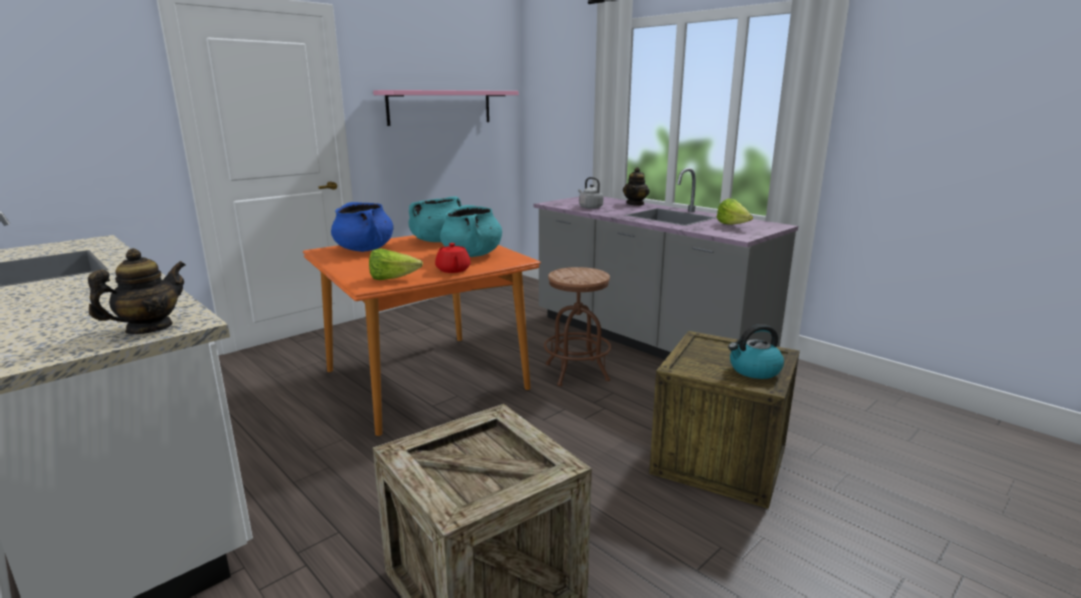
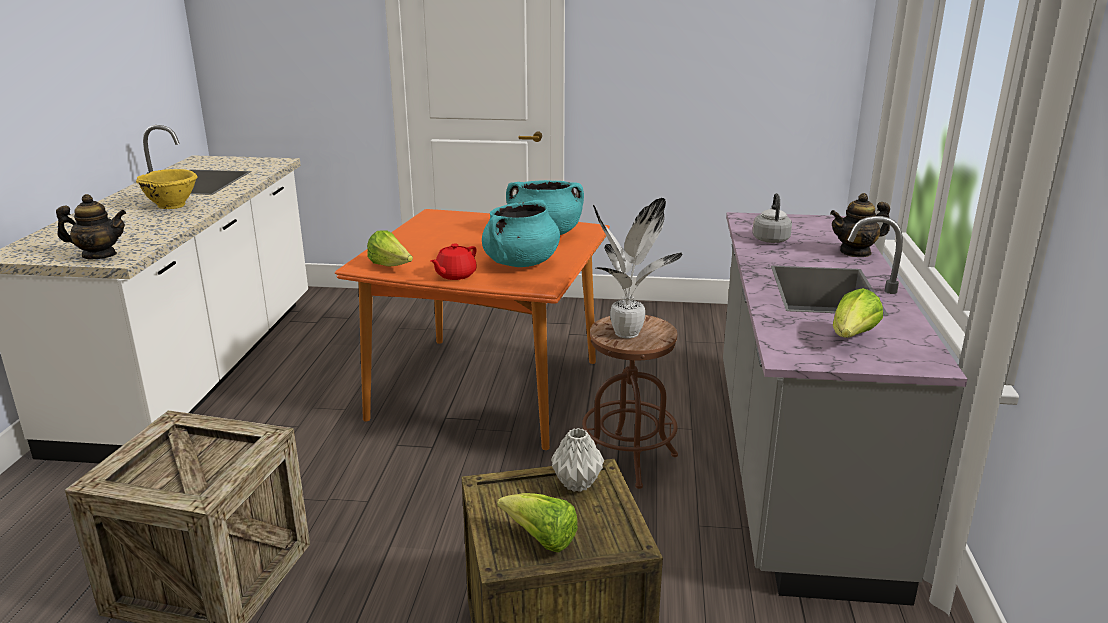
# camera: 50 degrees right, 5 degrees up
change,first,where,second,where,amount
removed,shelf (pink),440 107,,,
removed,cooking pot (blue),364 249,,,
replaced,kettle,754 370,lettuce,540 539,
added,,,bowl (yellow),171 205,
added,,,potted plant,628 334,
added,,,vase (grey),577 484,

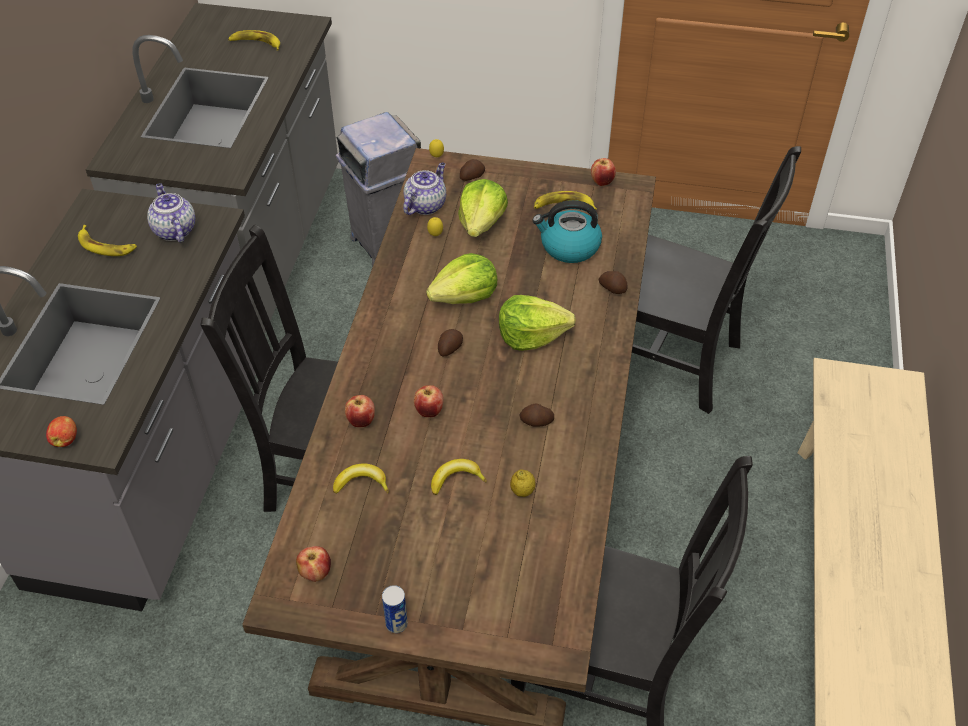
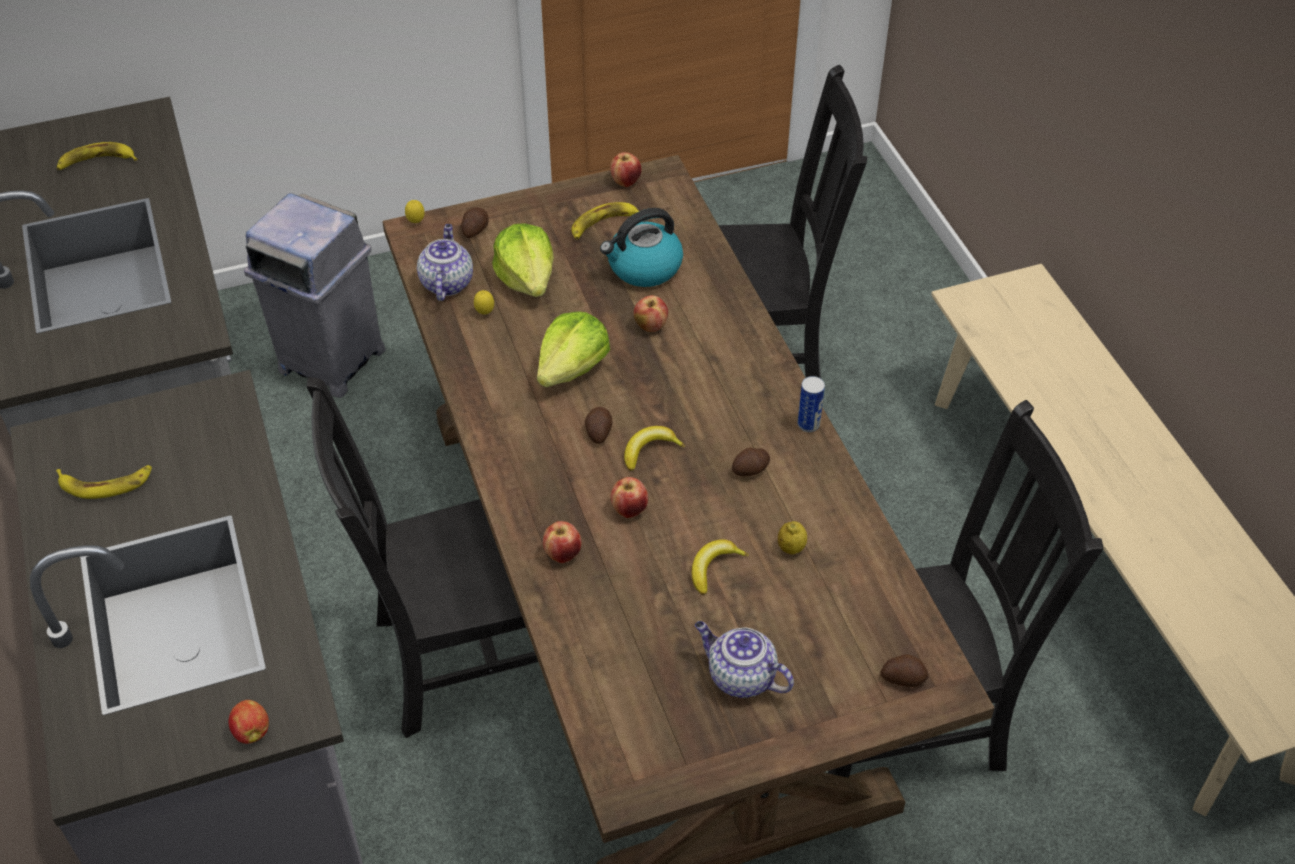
# camera: 30 degrees left, 0 degrees up
change,first,where,second,where,amount
moved,teapot,174 230,,739 677,
moved,potato,613 288,,903 677,
removed,lettuce,531 335,,,
moved,banana,361 483,,649 450,
moved,apple,315 573,,650 326,
moved,can,396 624,,808 424,

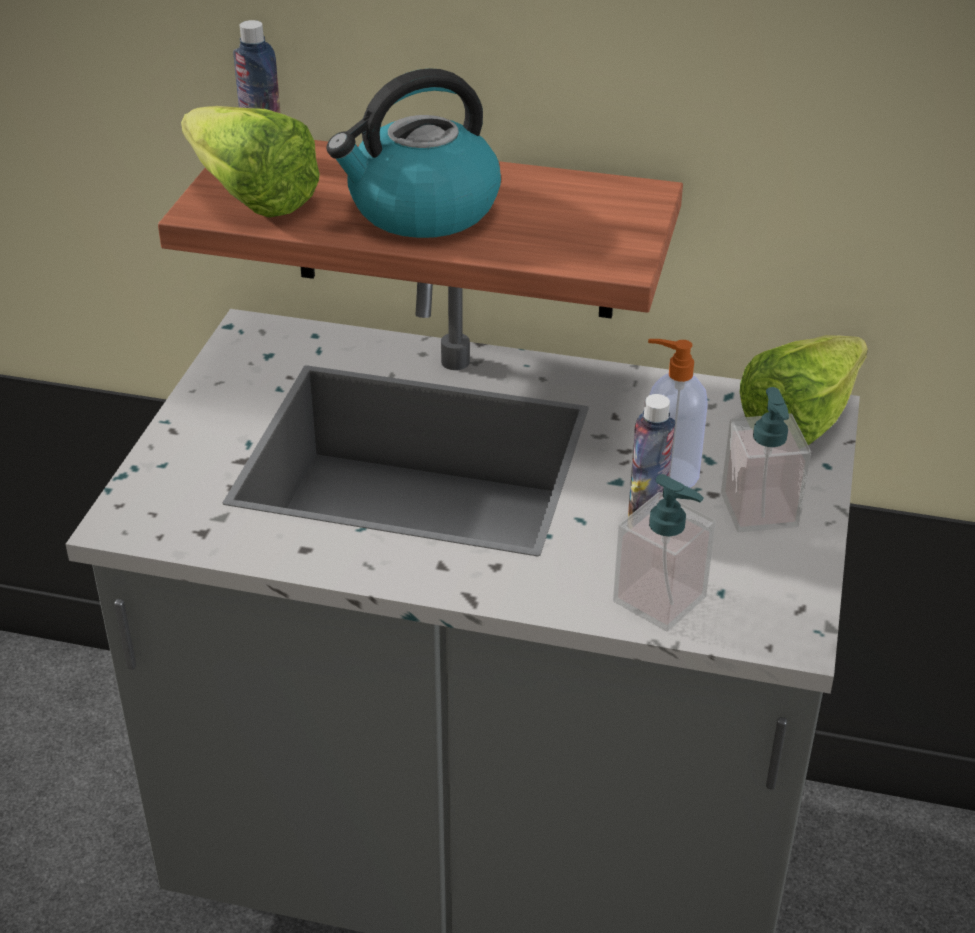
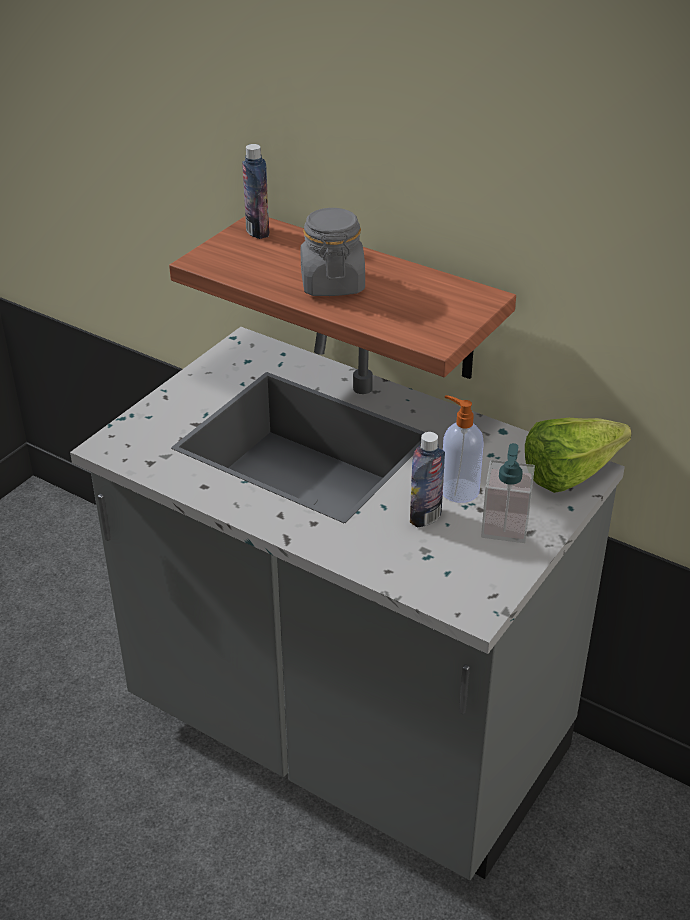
# camera: 20 degrees right, 0 degrees up
change,first,where,second,where,amount
replaced,kettle,421 210,jar (grey),332 283,
removed,lettuce,246 193,,,
removed,soap dispenser,660 599,,,

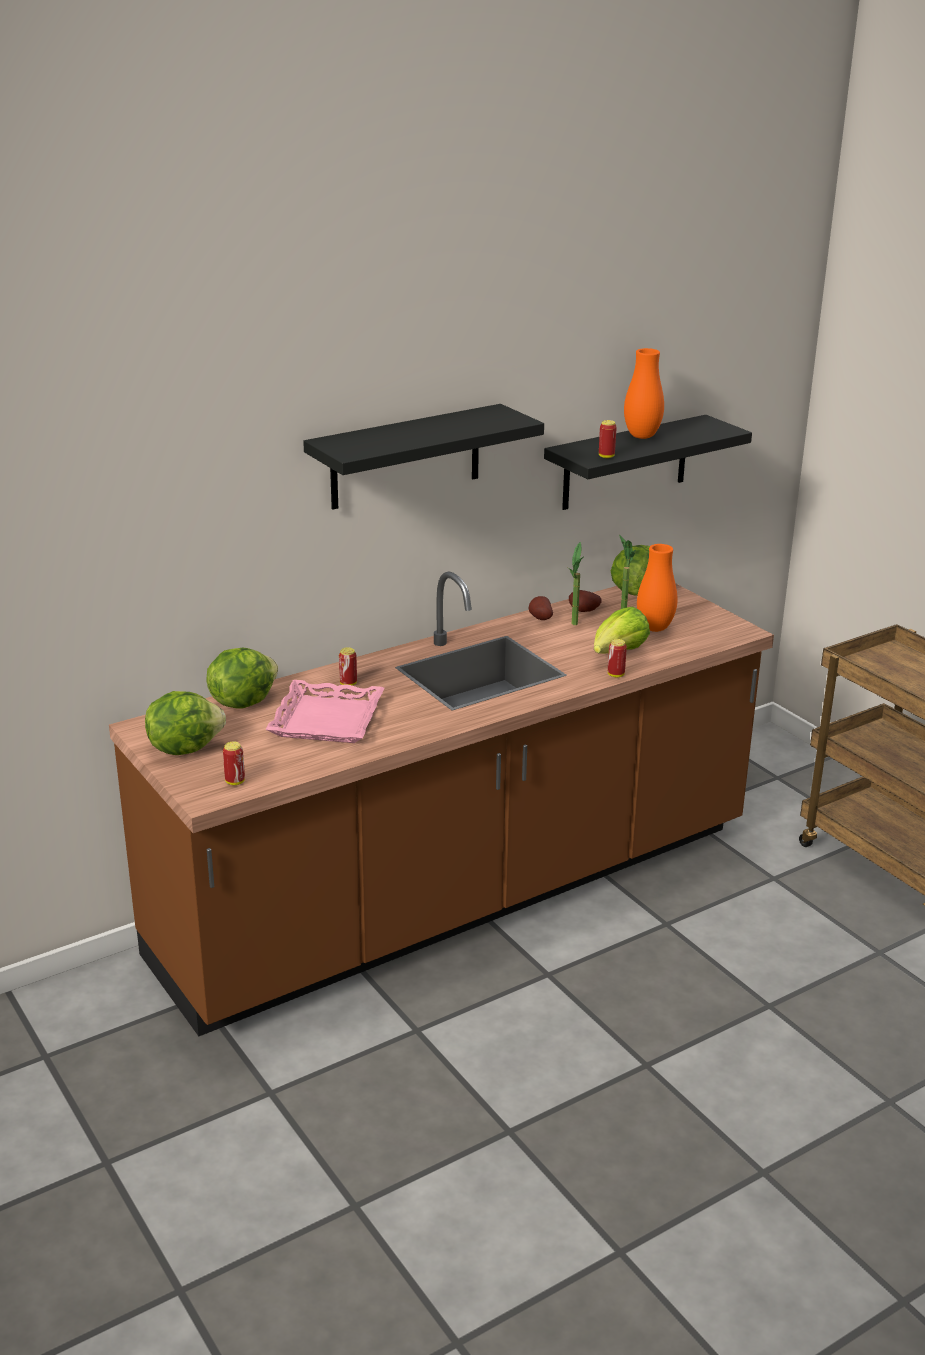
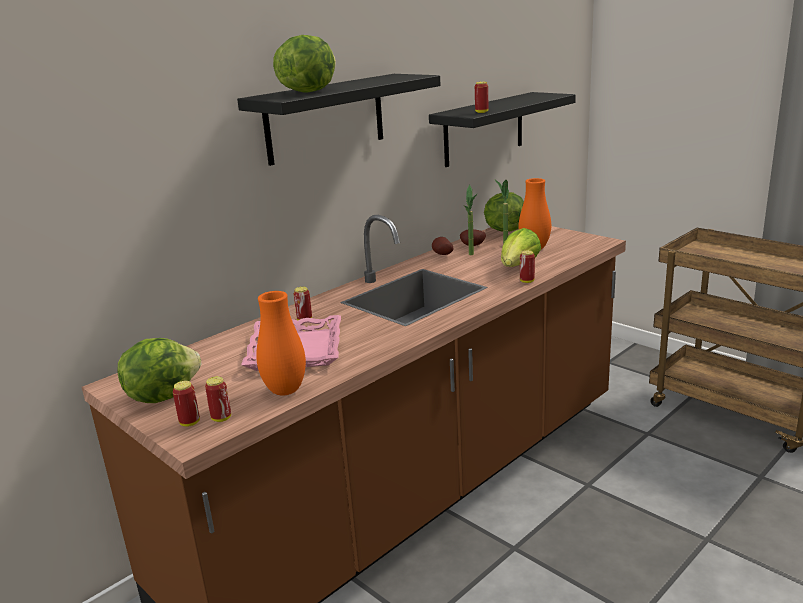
# camera: 10 degrees left, 5 degrees down
change,first,where,second,where,amount
moved,vase (orange),642 436,,285 391,
moved,lettuce,242 701,,307 91,
added,,,can,190 423,

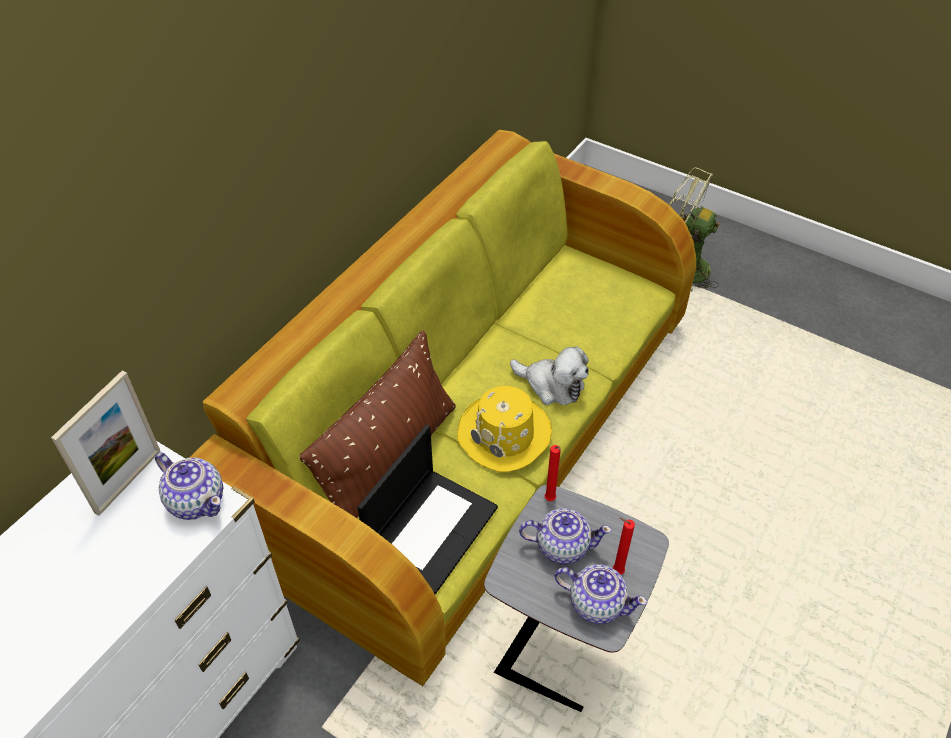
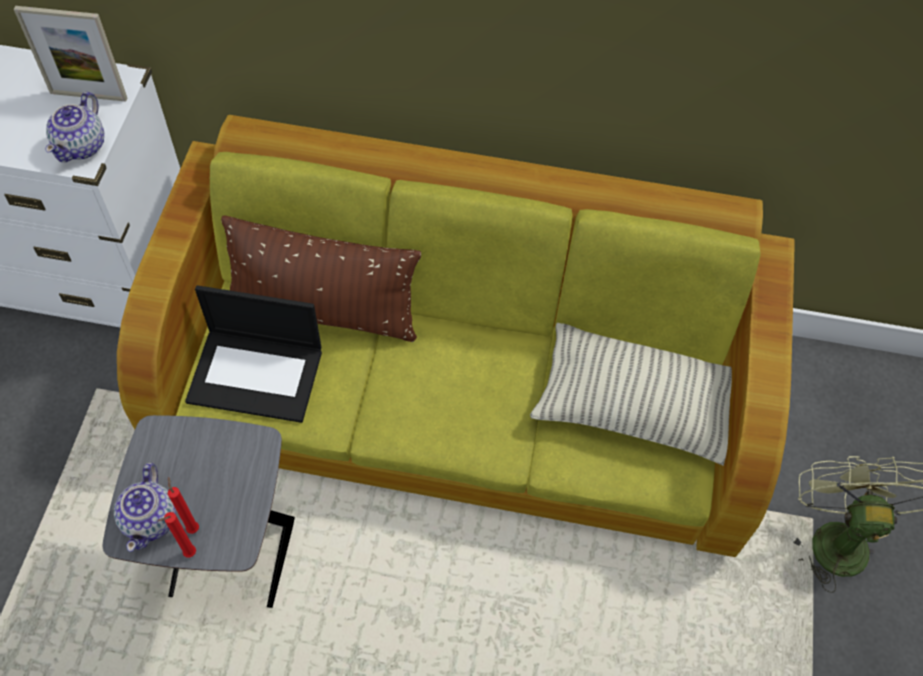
# camera: 65 degrees right, 10 degrees up
change,first,where,second,where,amount
removed,plush toy,552 385,,,
removed,hat (yellow),505 434,,,
moved,candle (red),550 500,,188 554,
removed,teapot,562 546,,,
added,,,pillow,639 407,

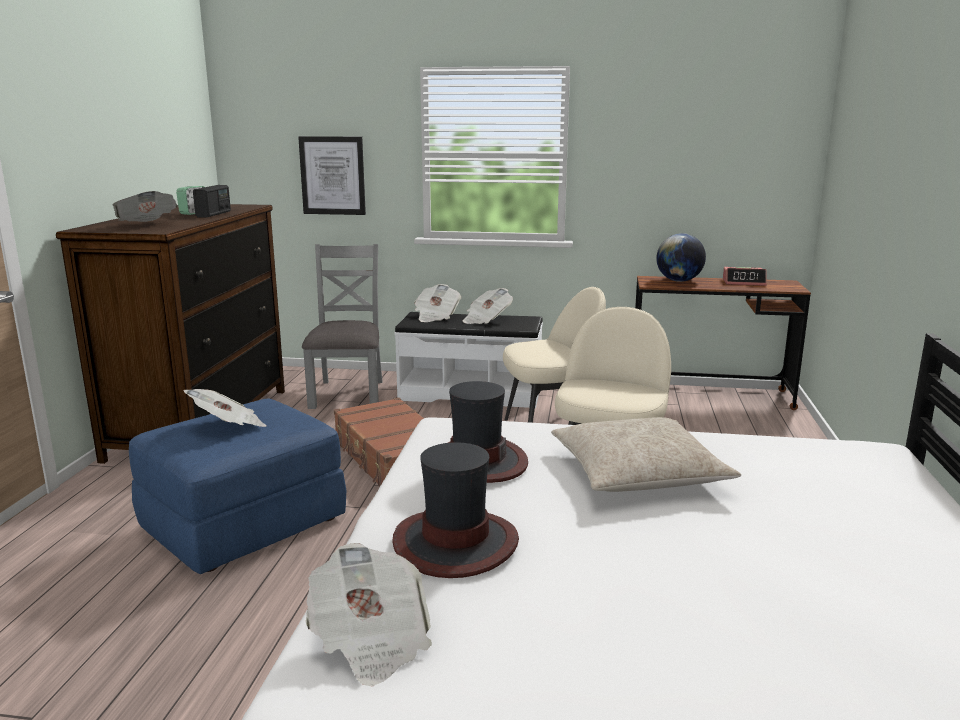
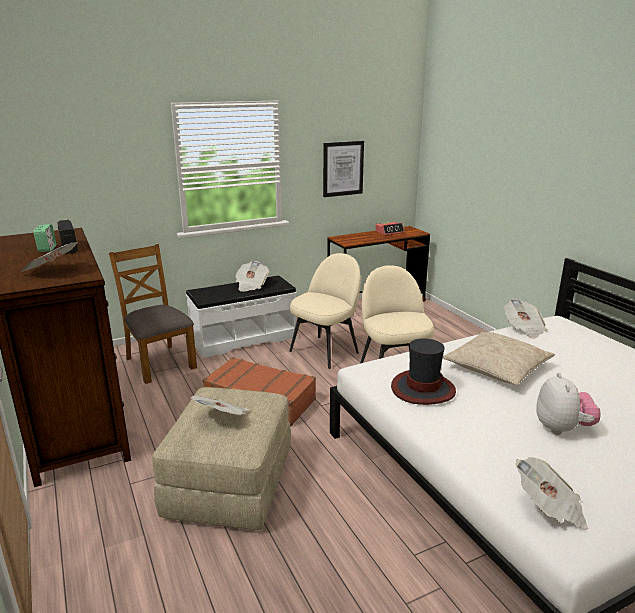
# camera: 35 degrees left, 5 degrees up
change,first,where,second,where,amount
moved,picture,332 175,,343 168,
removed,globe,679 281,,,
recoloured,chair (grey),348 394,chair (brown),159 363,
moved,newspaper,436 316,,524 329,
recoloured,ottoman (blue),243 525,ottoman (beige),230 485,
removed,hat,455 543,,,
added,,,plush toy,562 428,

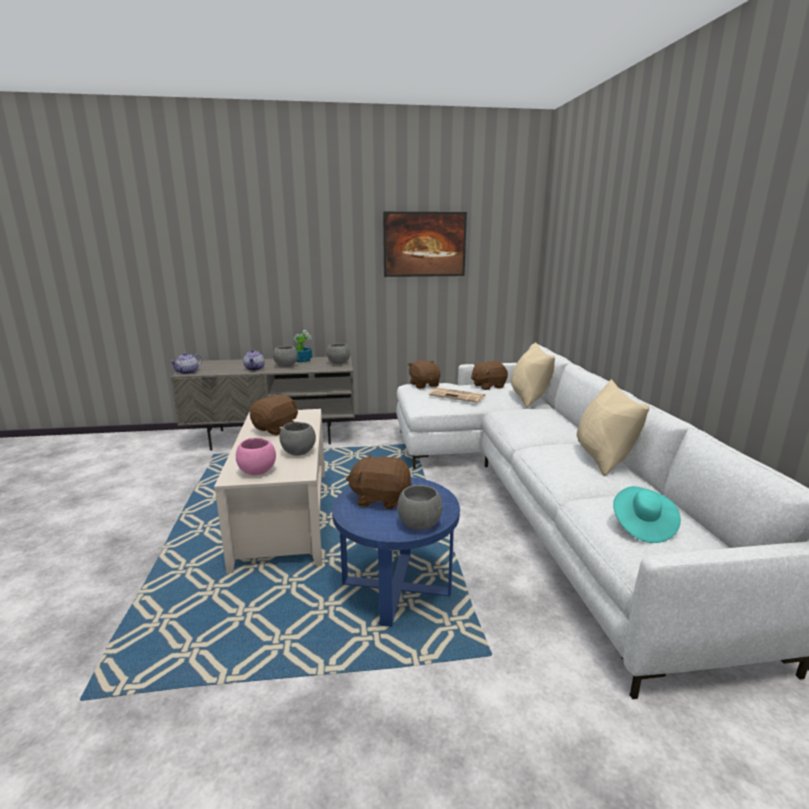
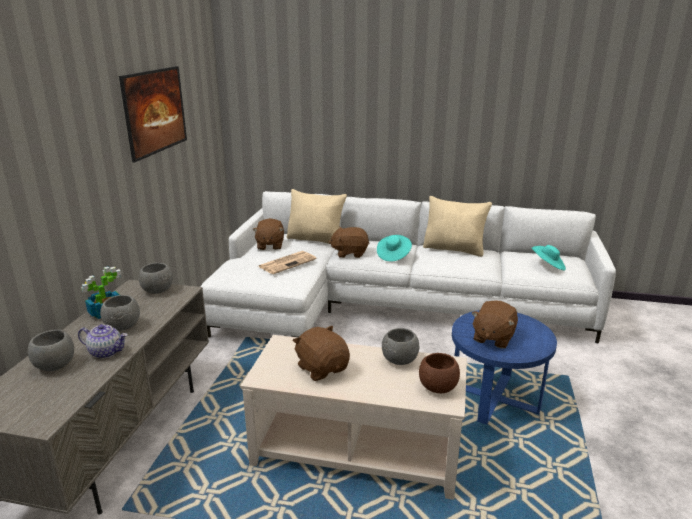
# camera: 70 degrees left, 5 degrees up
change,first,where,second,where,amount
removed,teapot,188 372,,,
moved,plush toy (brown),424 385,,349 253,
recoloured,bowl (pink),257 471,bowl (brown),438 388,
moved,bowl (grey),419 524,,54 365,
added,,,hat (turquoise),393 255,

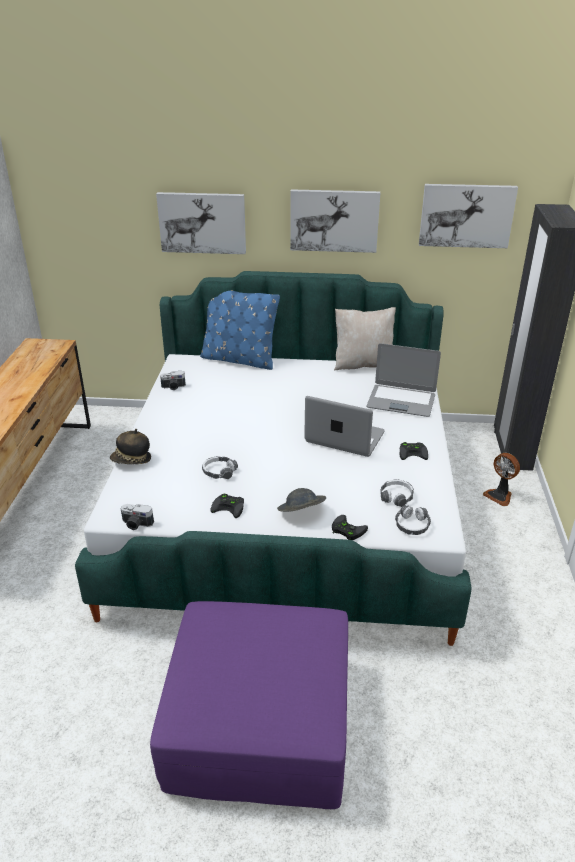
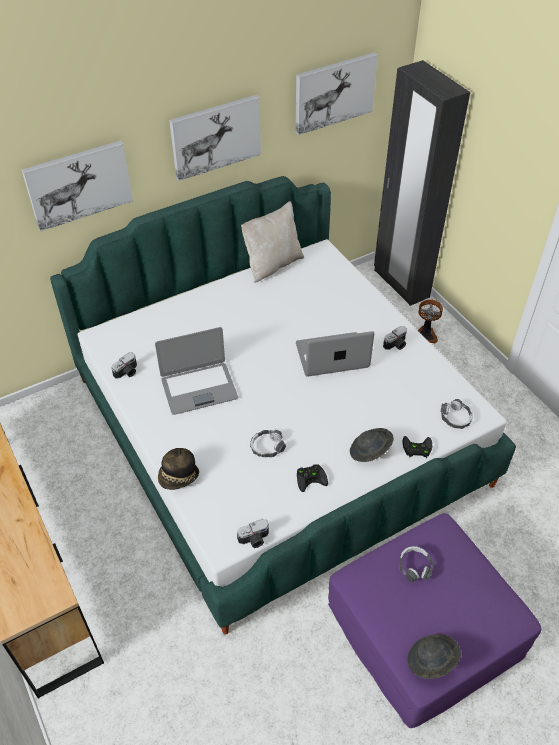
# camera: 35 degrees left, 15 degrees up
change,first,where,second,where,amount
removed,pillow (blue),239 359,,,
moved,laptop,401 401,,199 388,
replaced,game controller (black),413 452,photo camera,396 345,
moved,headphones,396 496,,415 566,
added,,,hat (grey),431 661,

